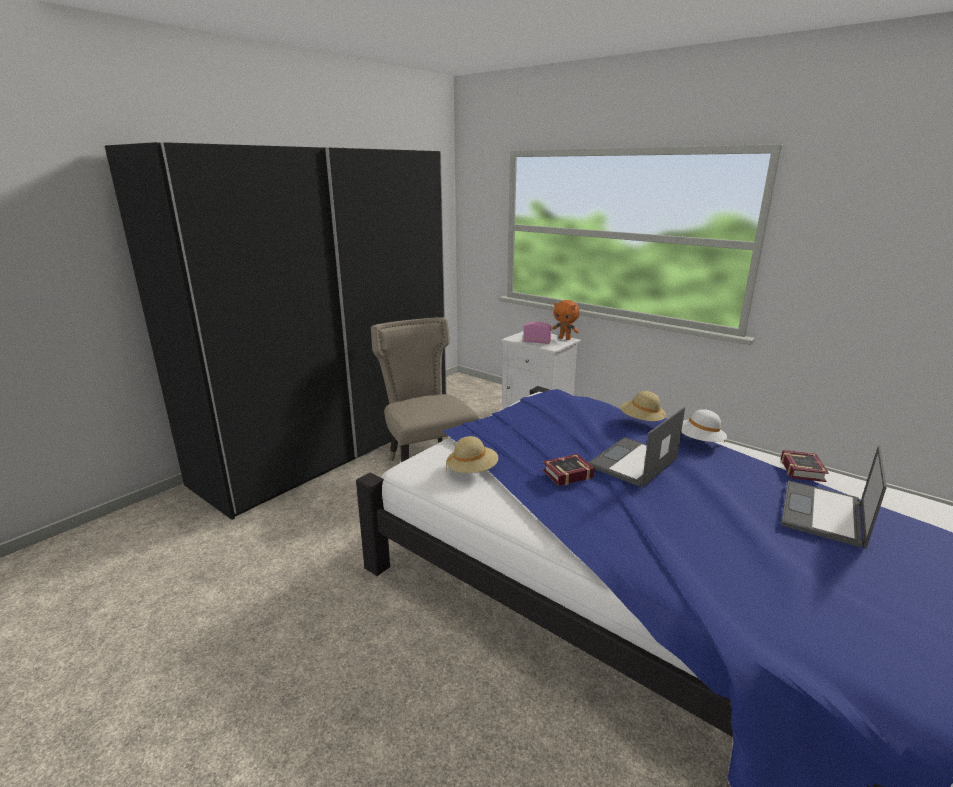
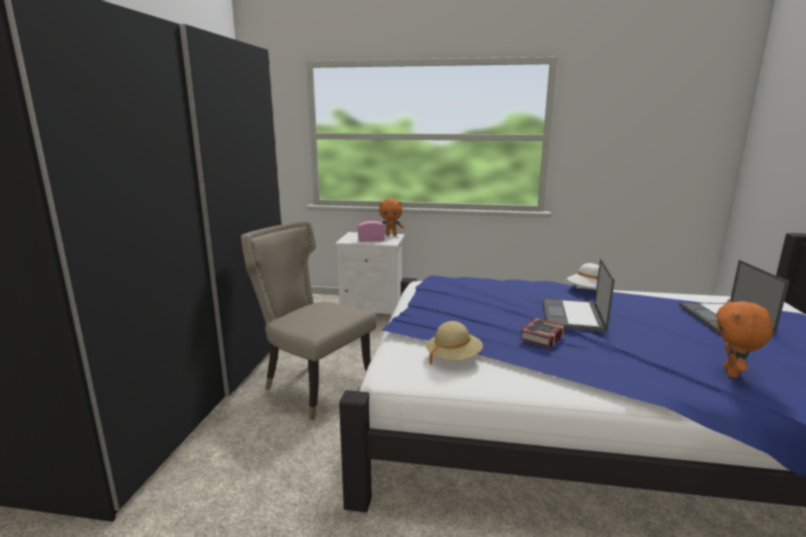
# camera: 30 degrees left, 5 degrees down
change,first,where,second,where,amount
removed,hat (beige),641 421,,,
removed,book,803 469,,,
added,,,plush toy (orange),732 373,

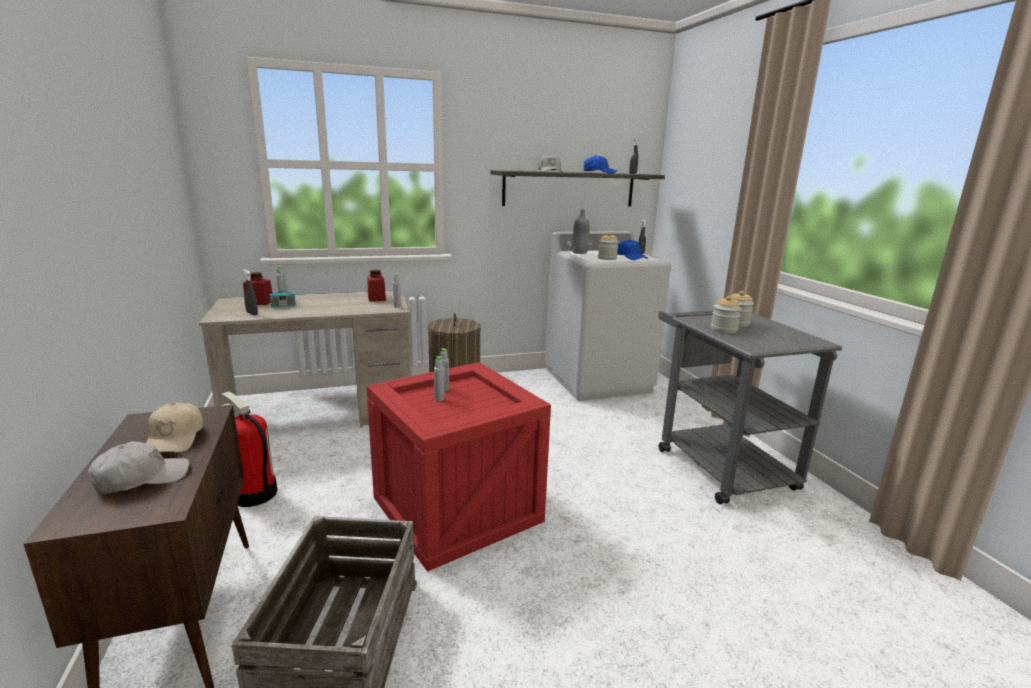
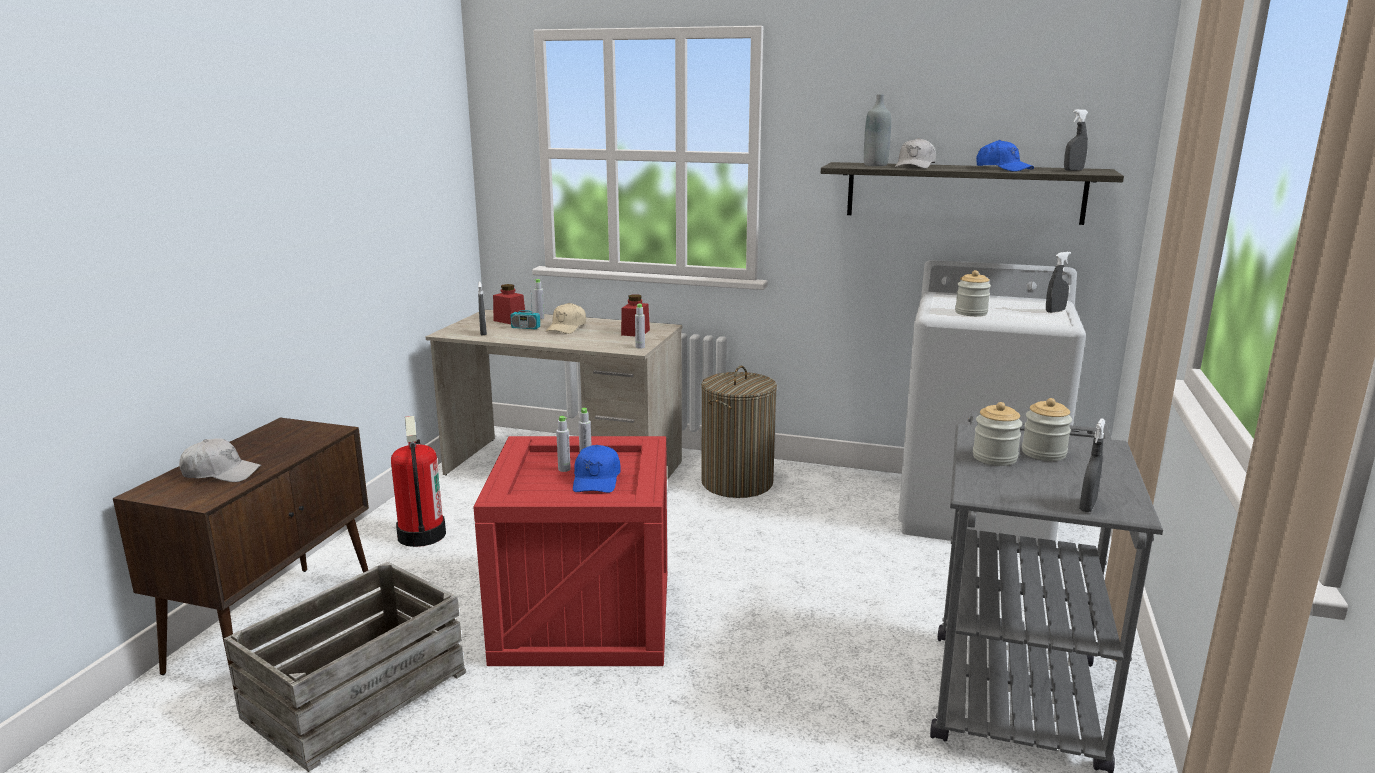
# camera: 35 degrees right, 0 degrees up
change,first,where,second,where,amount
moved,bottle (grey),579 252,,875 165,
moved,cap (blue),630 257,,597 480,
moved,cap (beige),175 438,,567 328,
added,,,spray bottle (grey),1087 507,

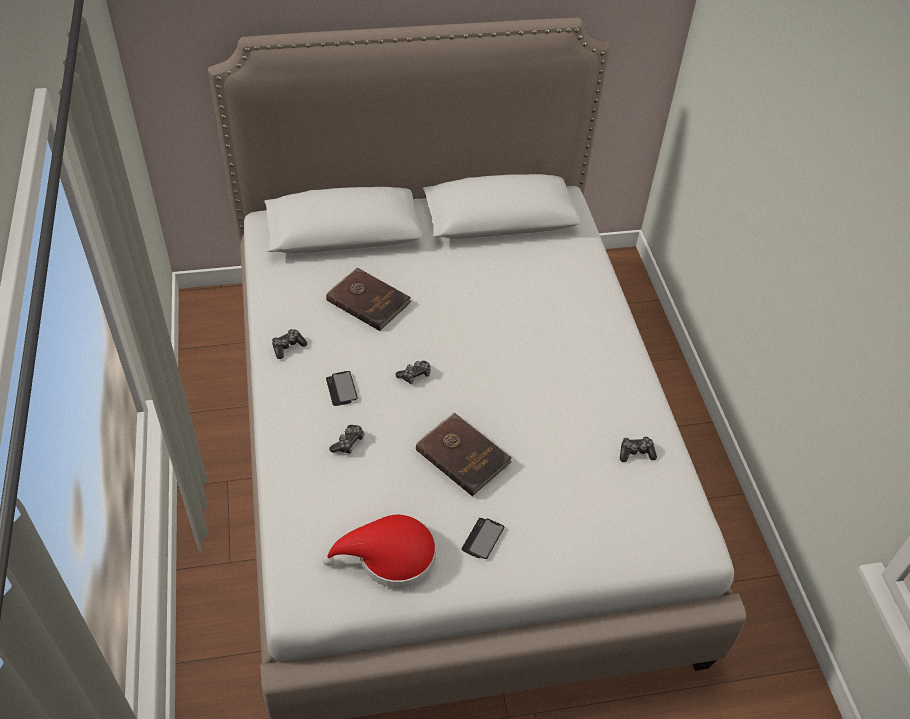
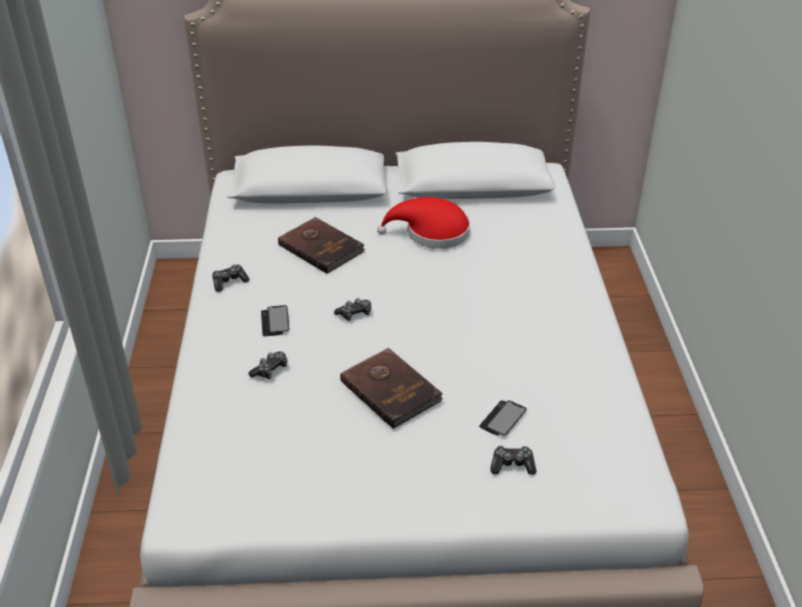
# camera: 10 degrees right, 10 degrees down
change,first,where,second,where,amount
moved,game controller,636 452,,512 465,
moved,hat (red),390 556,,432 233,
moved,phone,482 539,,502 419,

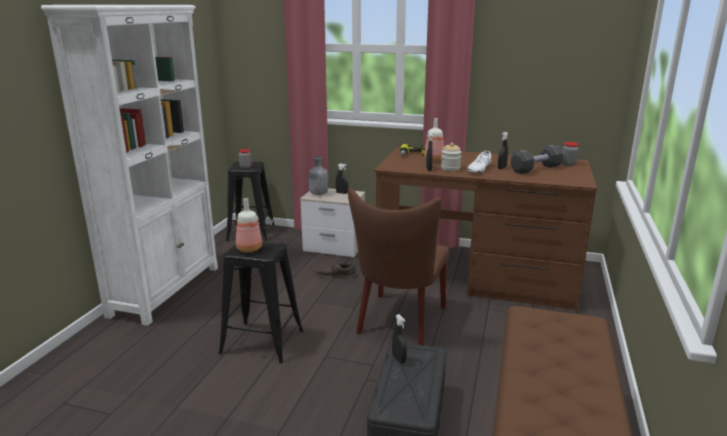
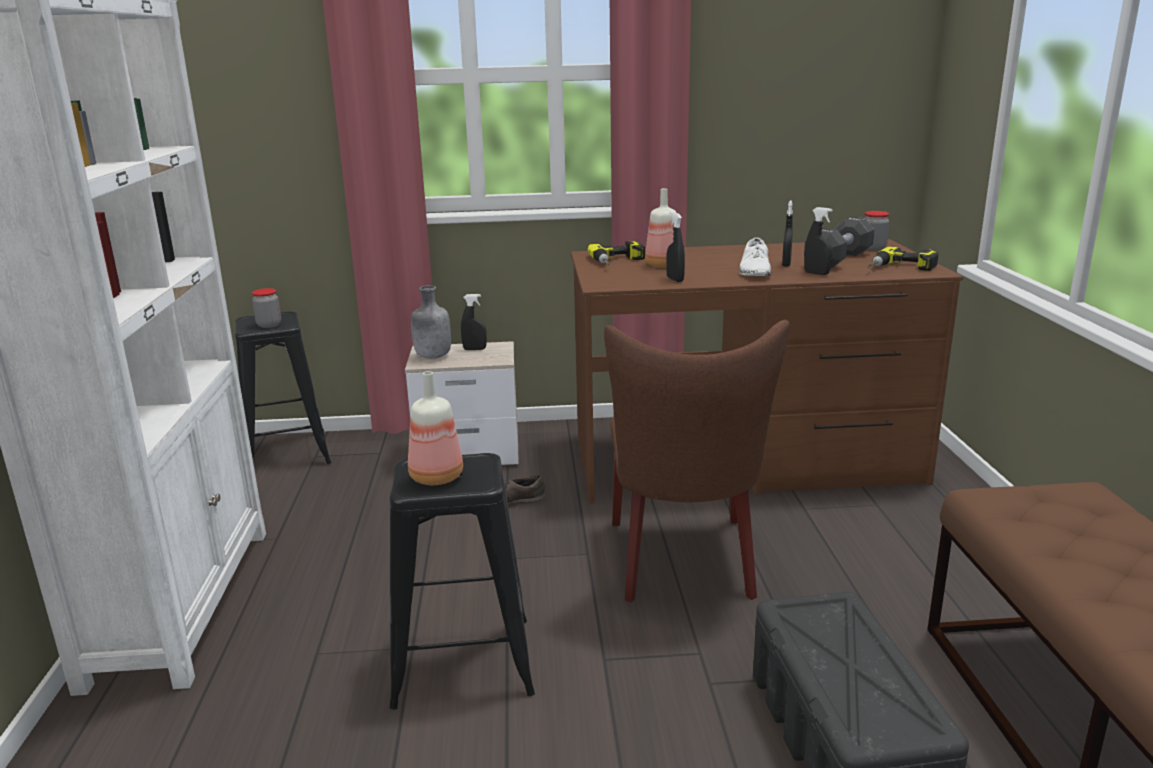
# camera: 20 degrees left, 0 degrees up
change,first,where,second,where,amount
removed,jar,450 168,,,
moved,spray bottle (black),399 359,,816 273,
added,,,power drill,900 268,

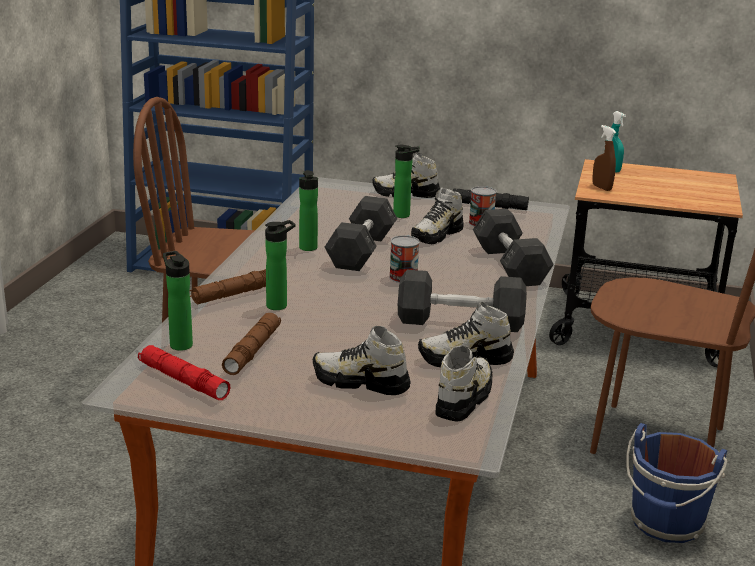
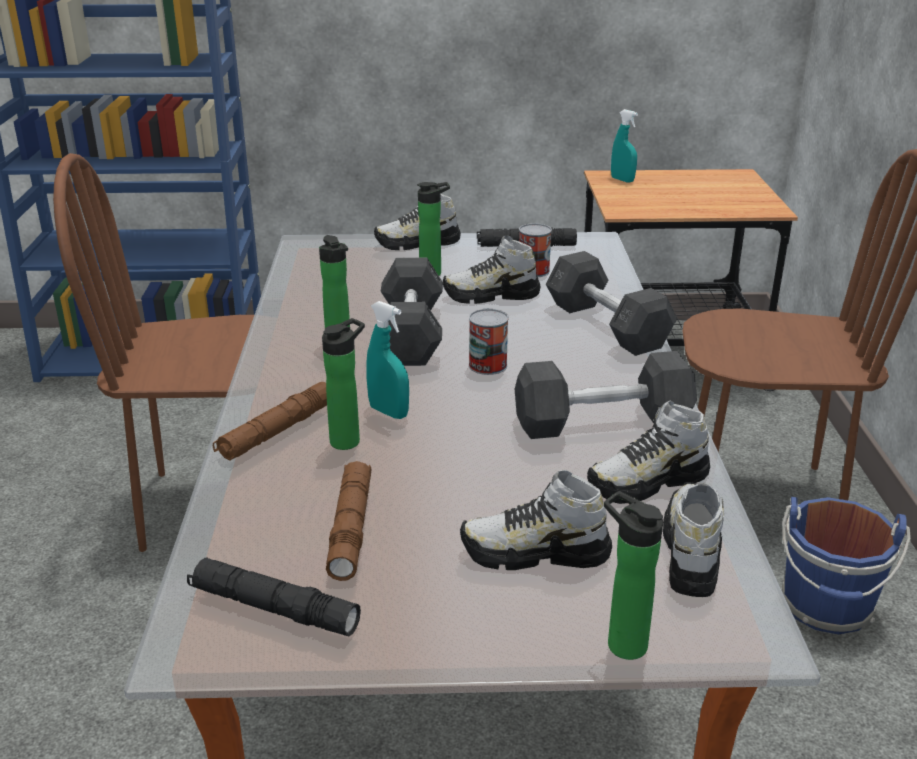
# camera: 15 degrees left, 5 degrees up
change,first,where,second,where,amount
removed,spray bottle (brown),601 187,,,
turned,shoe,437 235,,491 295,60 degrees clockwise
moved,bottle,179 344,,621 643,
recoloured,flashlight (red),183 381,flashlight (black),273 608,
added,,,spray bottle (turquoise),388 412,

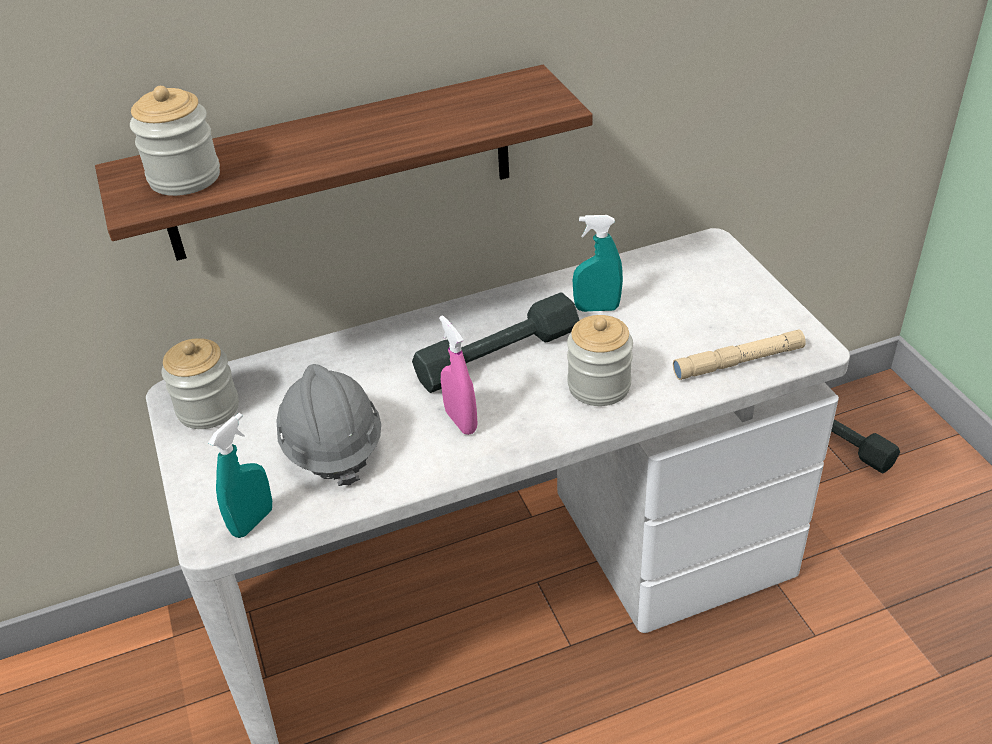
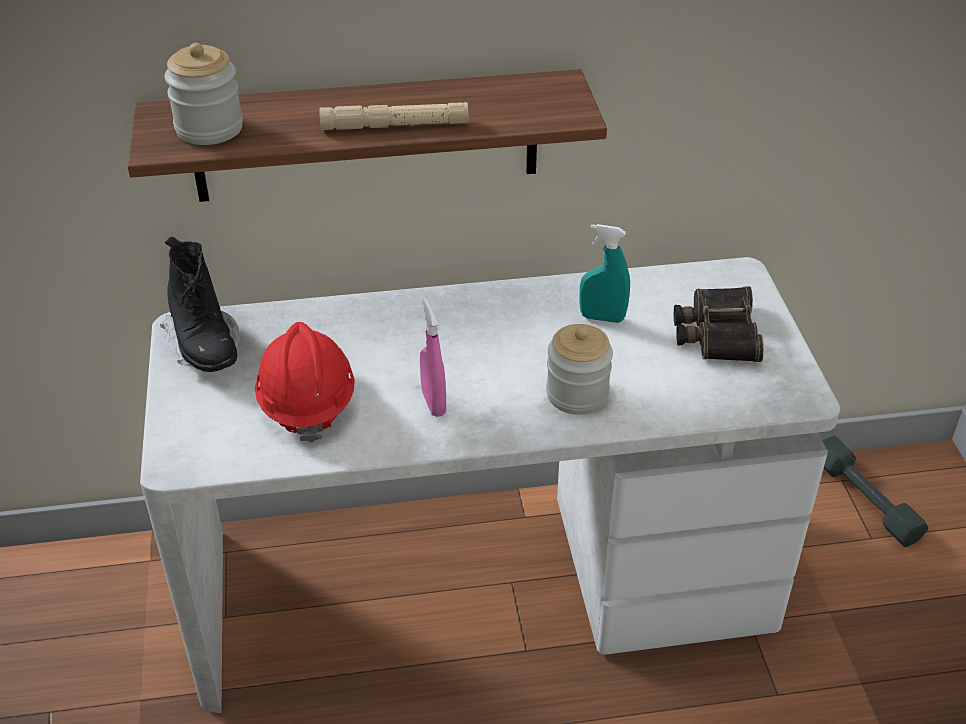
# camera: 10 degrees right, 0 degrees up
change,first,where,second,where,amount
removed,dumbbell (grey),498 355,,,
moved,flashlight (beige),738 362,,394 125,
replaced,jar,208 408,boot (black),205 346,
recoloured,hard hat (grey),332 445,hard hat (red),306 402,
removed,spray bottle (turquoise),252 521,,,
added,,,binoculars,716 333,

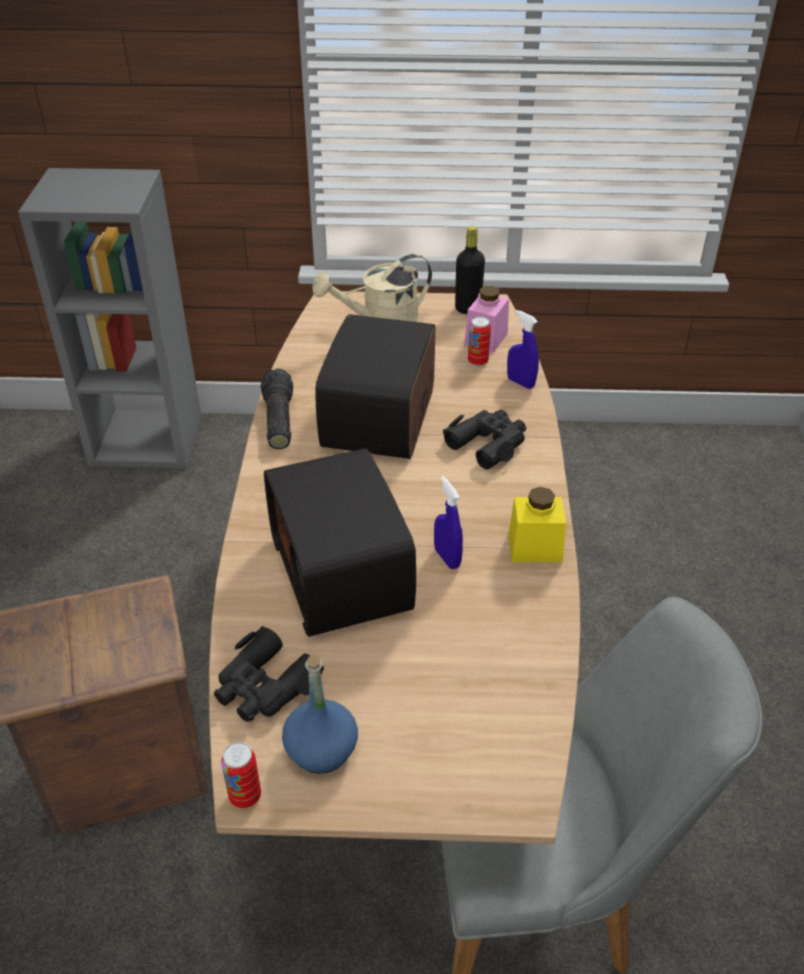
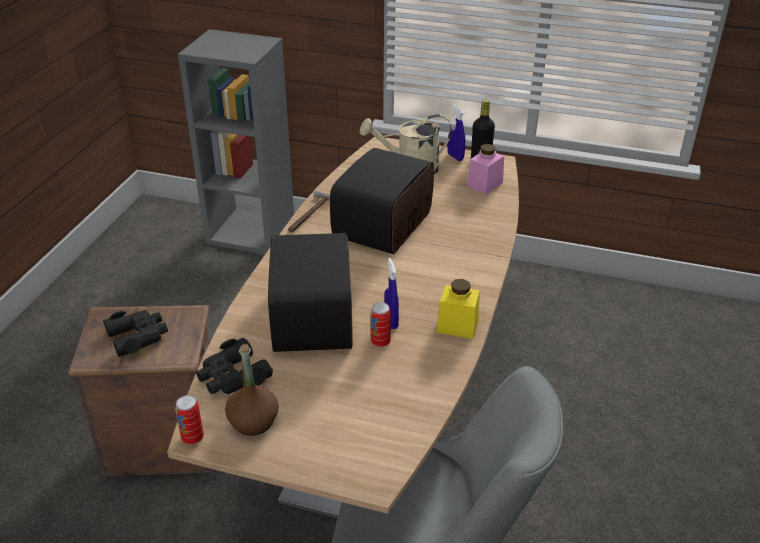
# camera: 15 degrees right, 5 degrees down
change,first,where,second,where,amount
moved,spray bottle (blue),520 383,,455 157,
moved,can,477 361,,380 342,
replaced,flashlight,277 420,hammer,311 215,
moved,binoculars (black),488 443,,138 336,
recoloured,bottle (blue),321 750,bottle (brown),253 421,

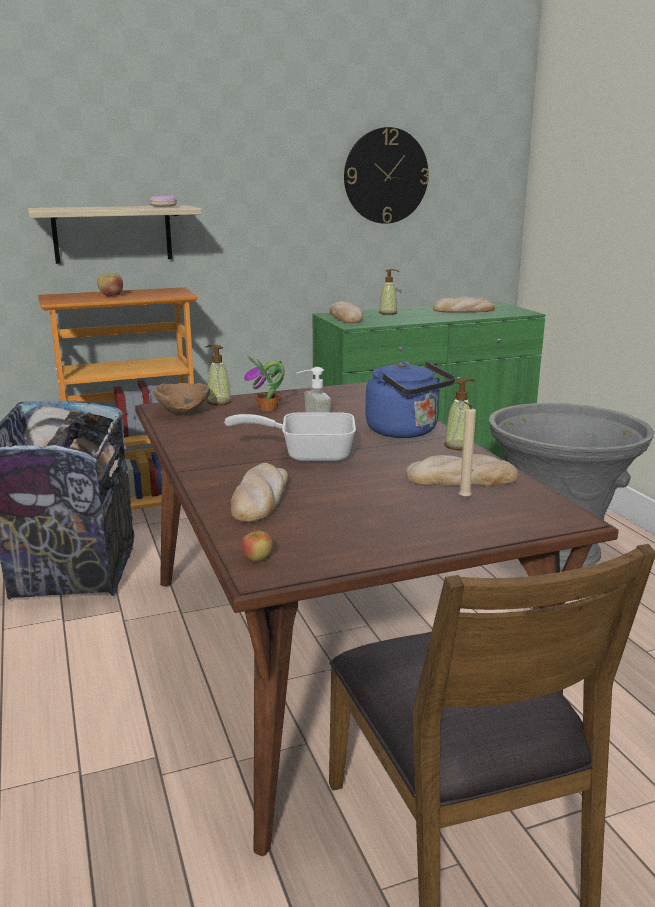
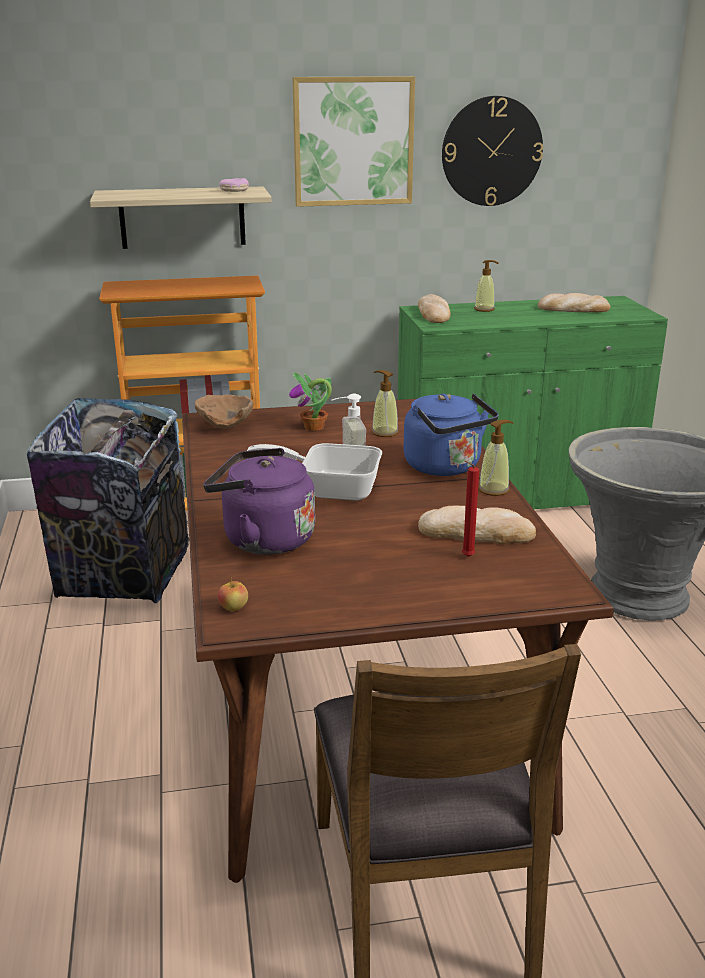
# camera: 10 degrees right, 5 degrees up
change,first,where,second,where,amount
removed,apple,111 295,,,
moved,soap dispenser,219 402,,384 432,
recoloured,candle (beige),463 499,candle (red),466 557,
replaced,bread,260 498,kettle (purple),263 539,
added,,,picture,353 141,

